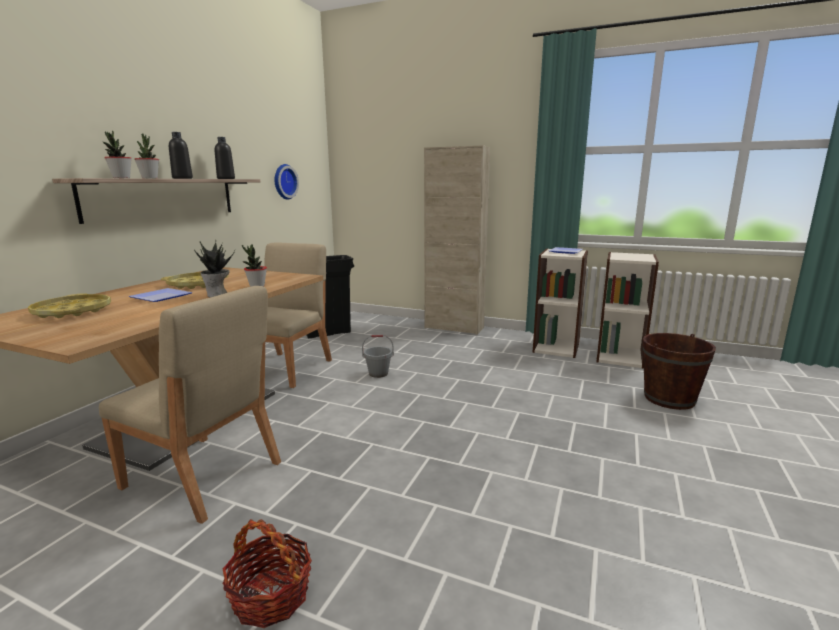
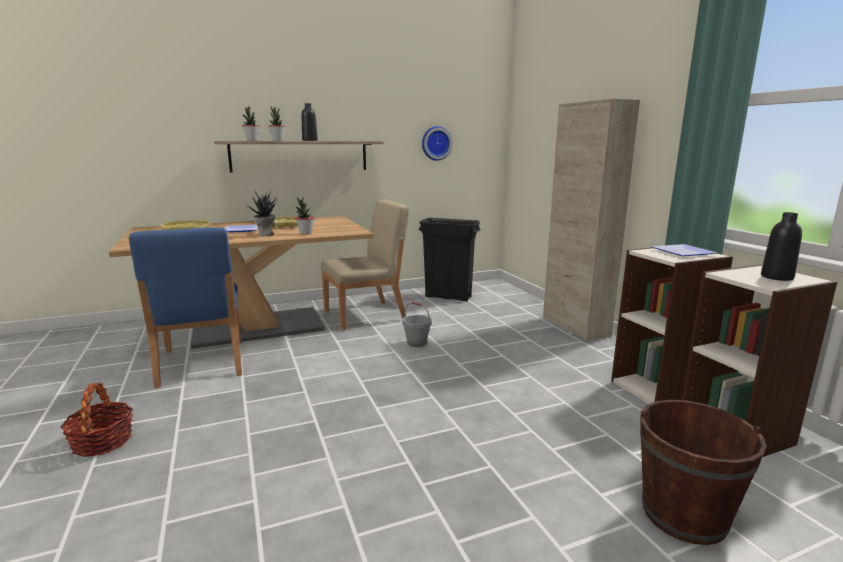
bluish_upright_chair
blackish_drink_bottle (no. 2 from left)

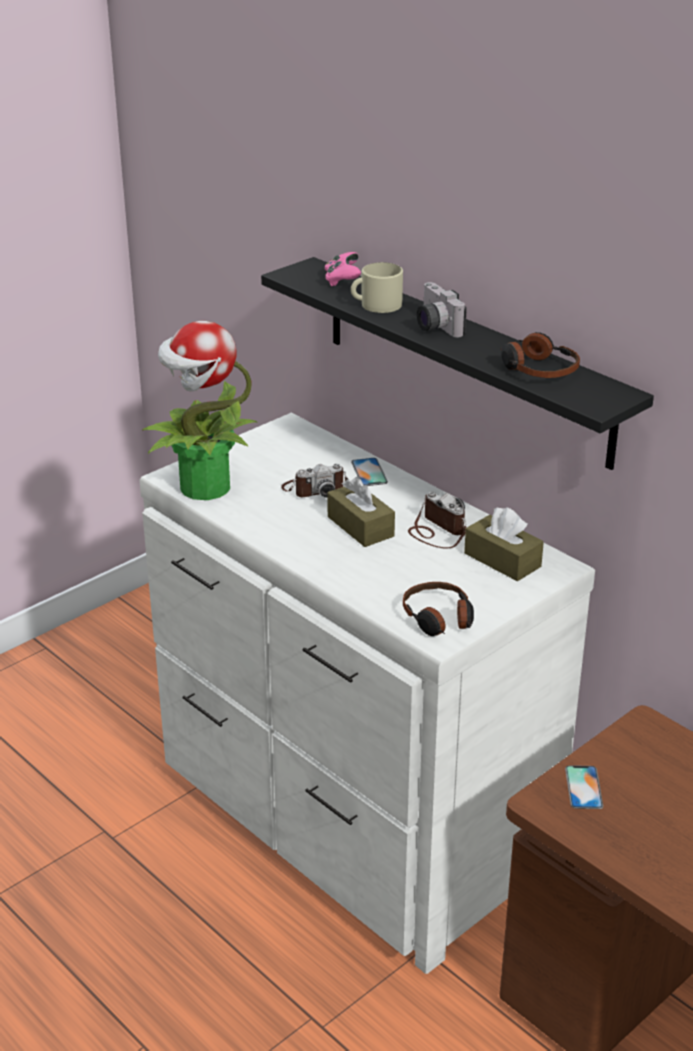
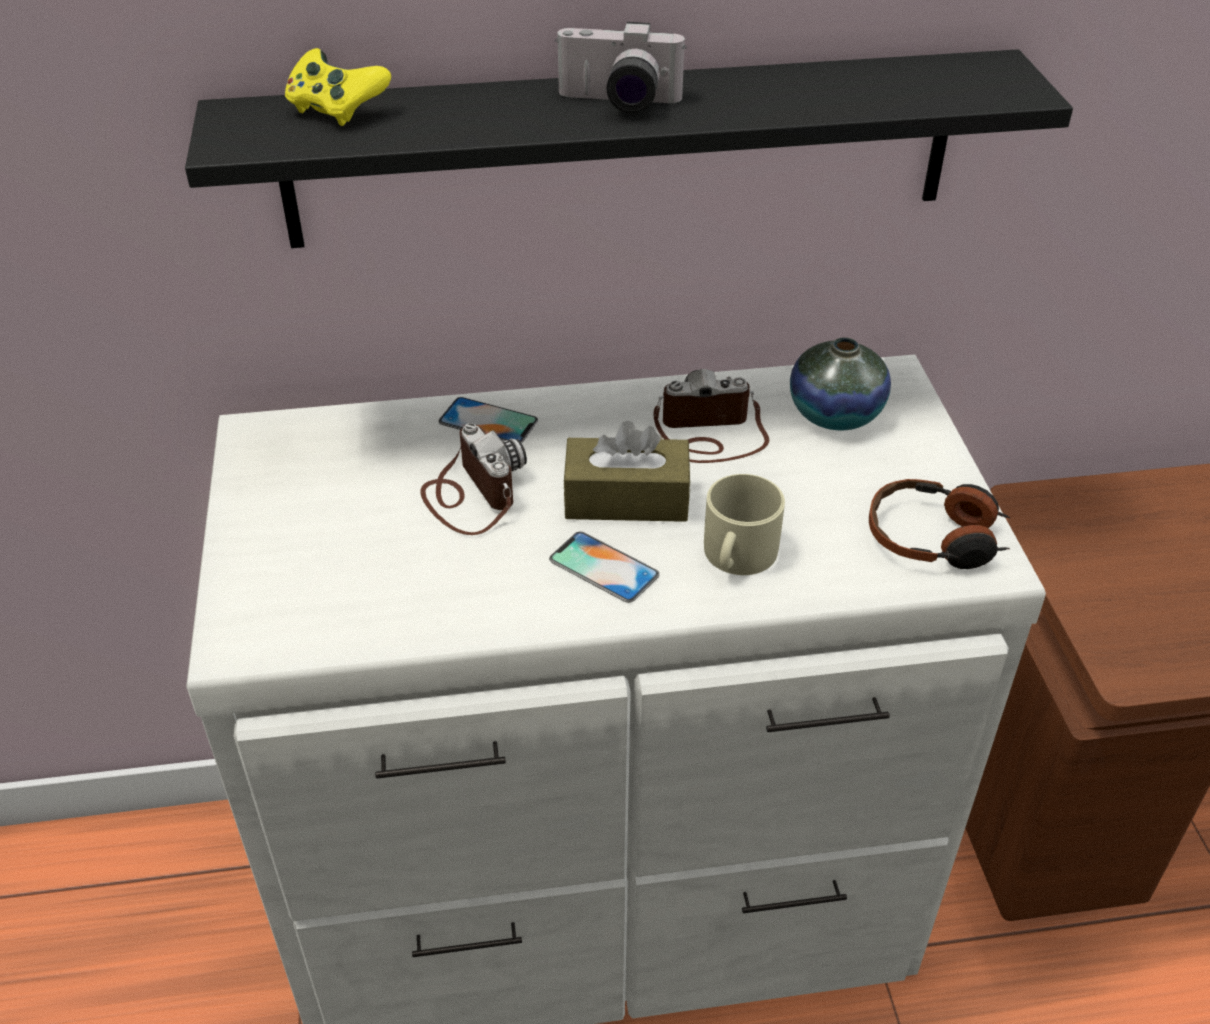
yellowish_gamepad
still_camera (no. 1 from left)
handset (no. 2 from left)
beige_coffee_mug
decorative_vase
plant_in_a_pot
headset (no. 2 from left in the first image)

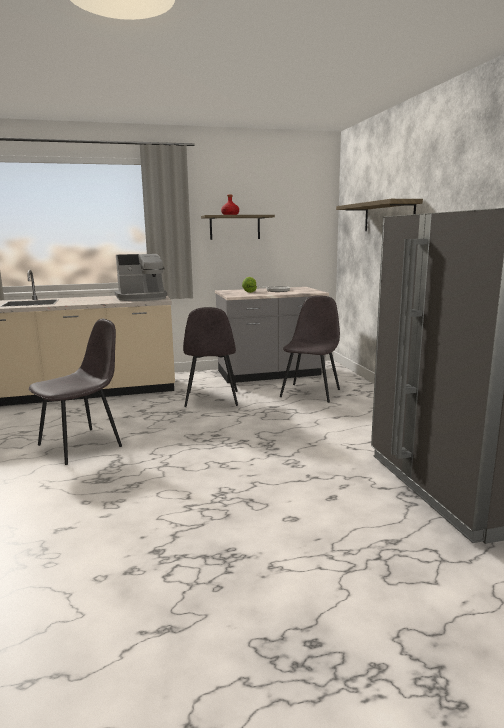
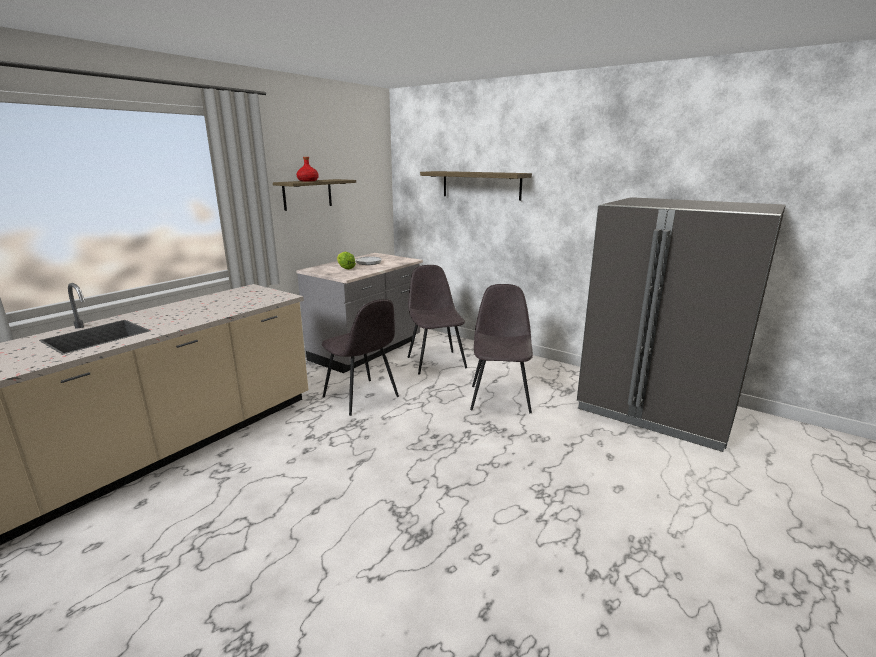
grey_upright_chair (no. 3 from left)
coffee_maker

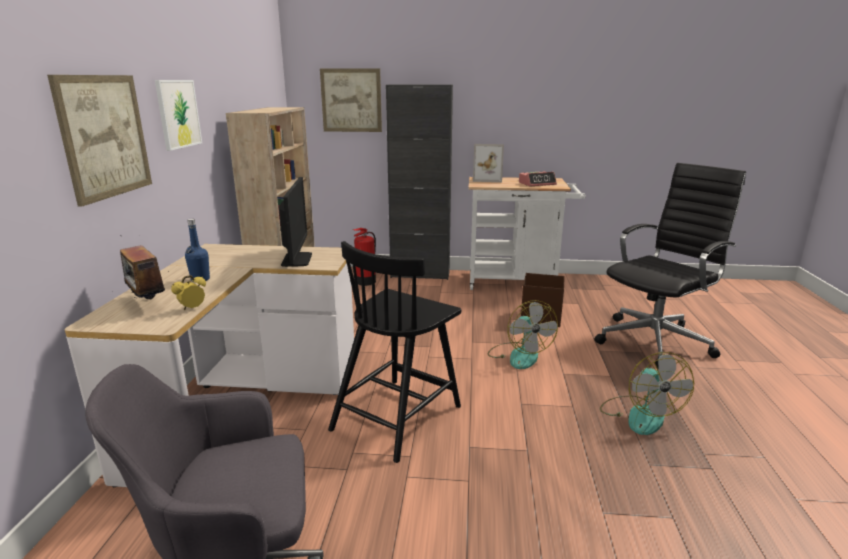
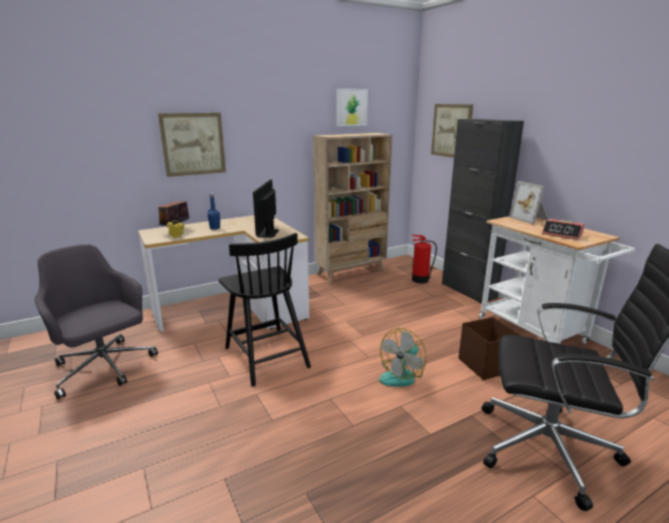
blackish_upright_chair
monitor
wall_art (no. 2 from left)
electric_fan (no. 2 from left in the first image)

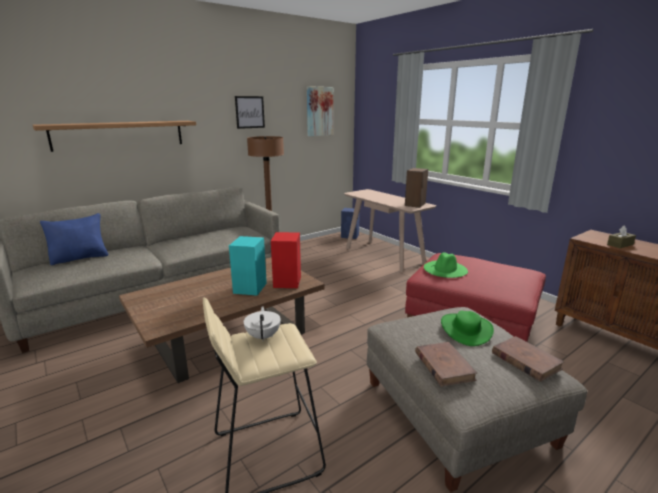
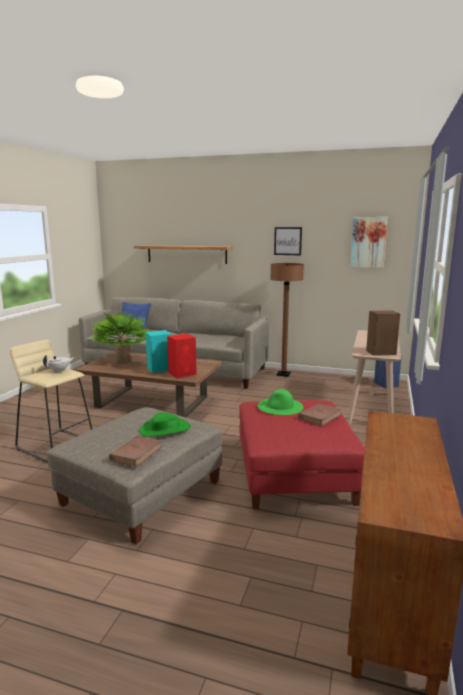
plant_in_a_pot
brown-coloured_volume (no. 2 from left)
brown-coloured_tissue_box

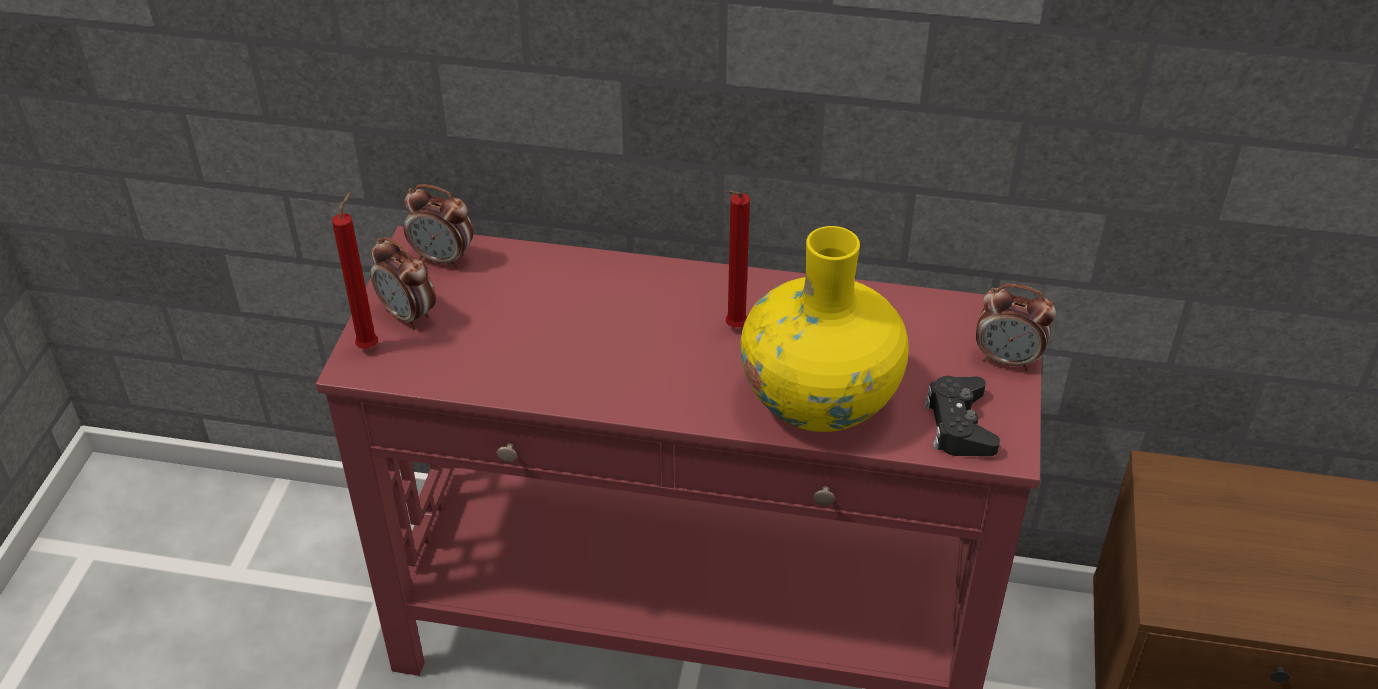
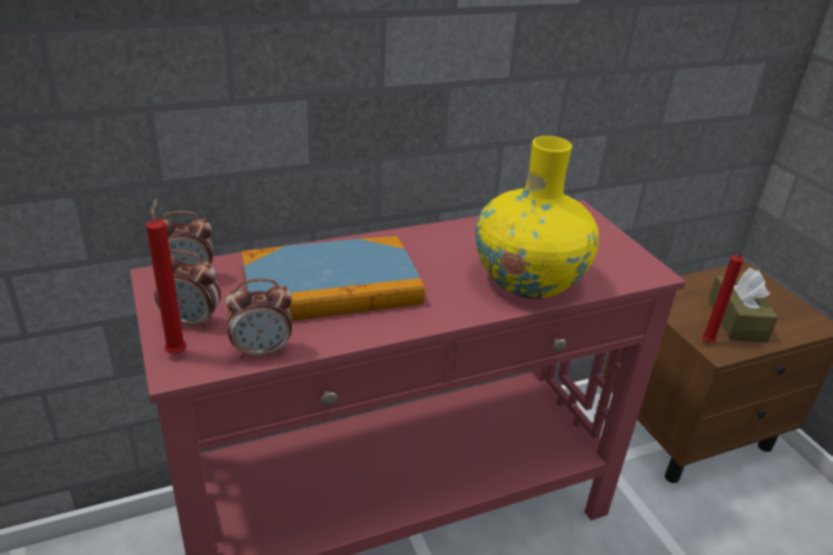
bedside_clock (no. 3 from left)
volume
red_wax_candle (no. 2 from left)
brown-coloured_tissue_box
blackish_gamepad

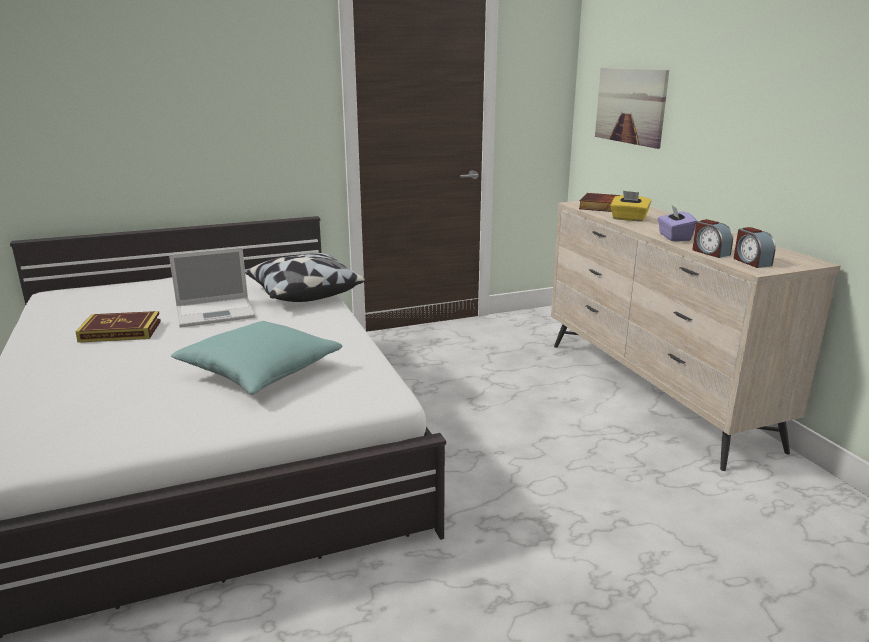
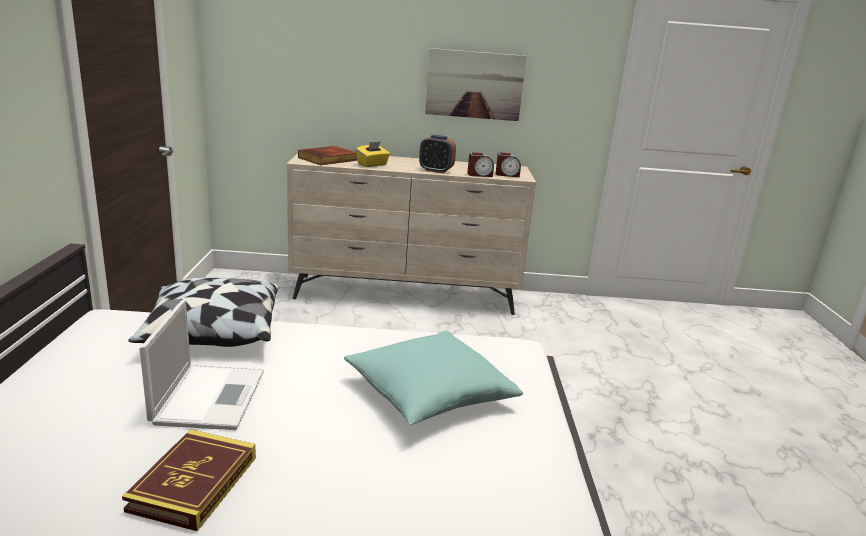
bedside_clock (no. 1 from left)
wall_art

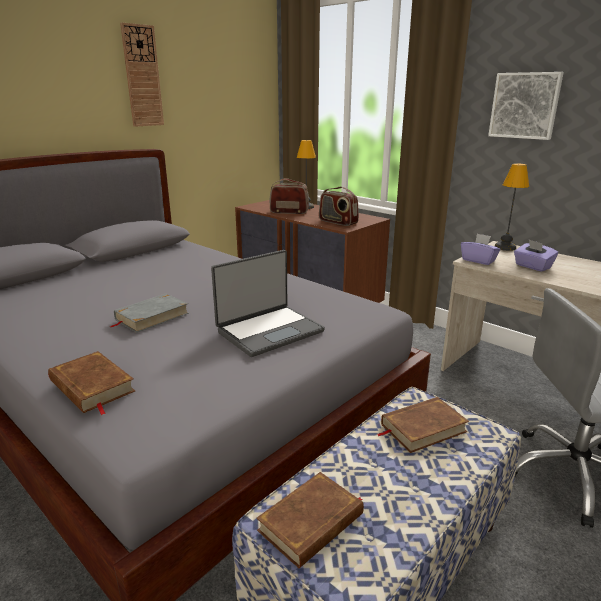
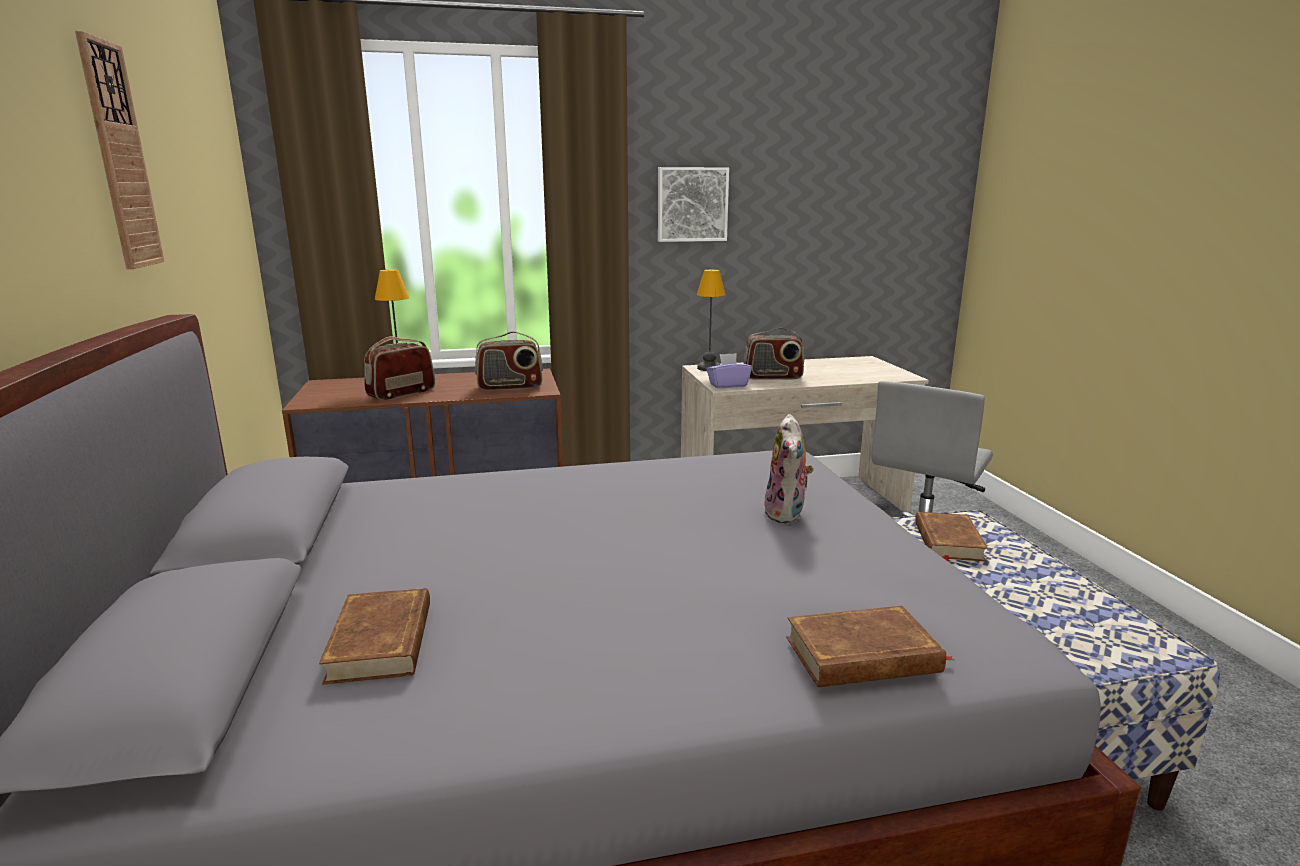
brown-coloured_volume (no. 1 from left)
radio_receiver (no. 3 from left)
plush_toy
grey_volume

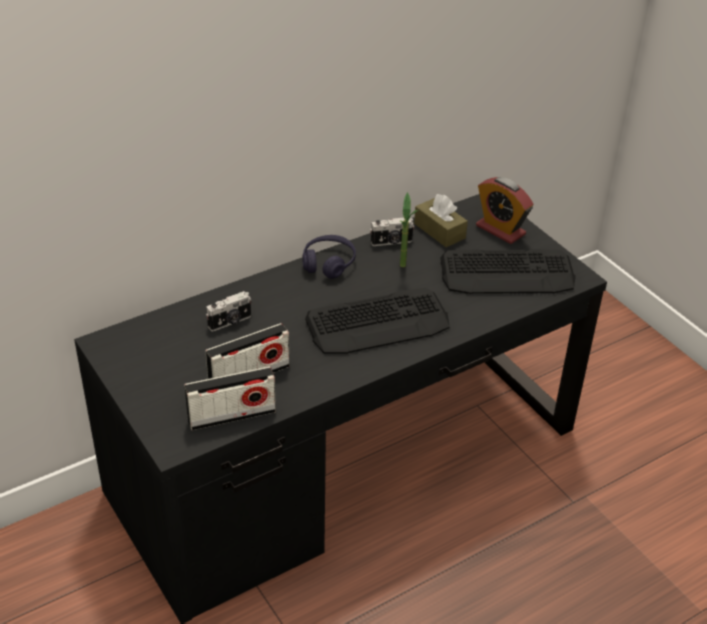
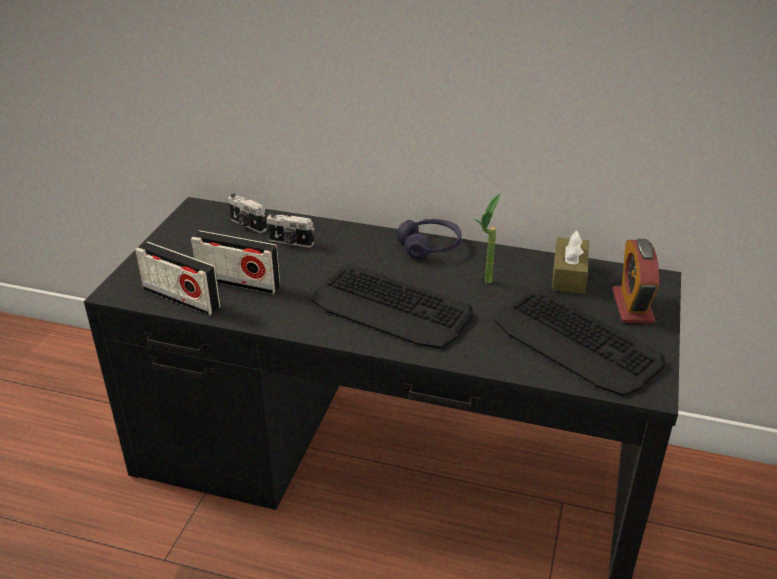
still_camera (no. 1 from left)

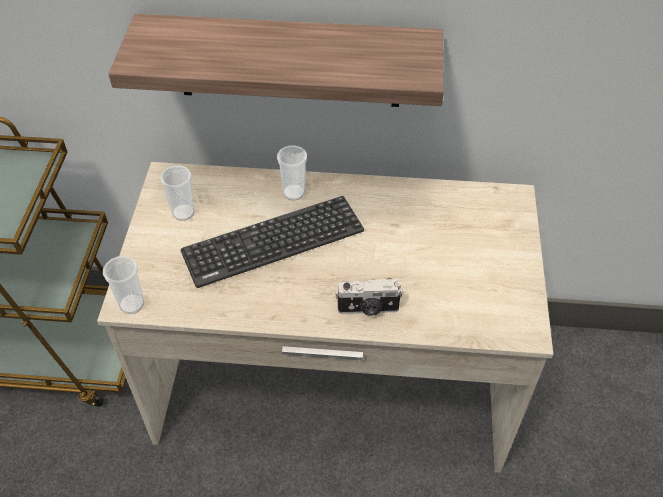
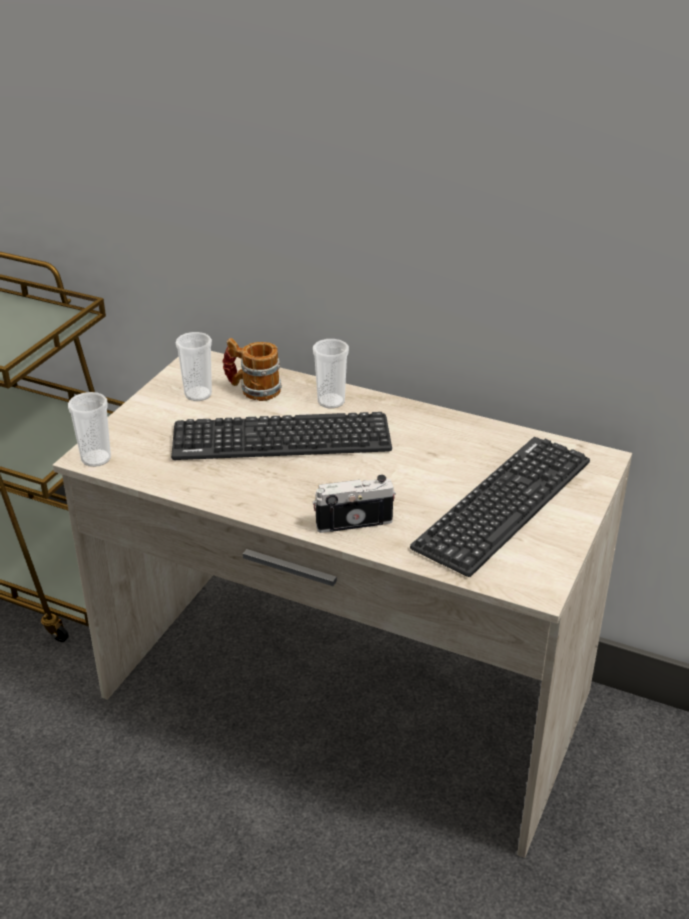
coffee_mug
still_camera
computer_keyboard (no. 2 from left)
wall_shelf

